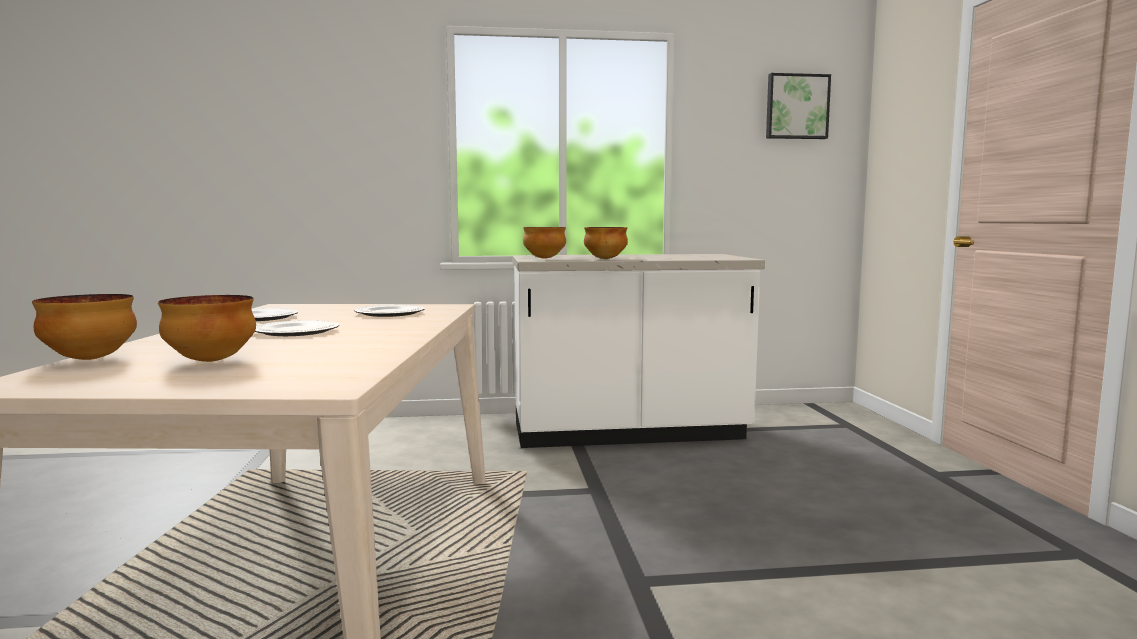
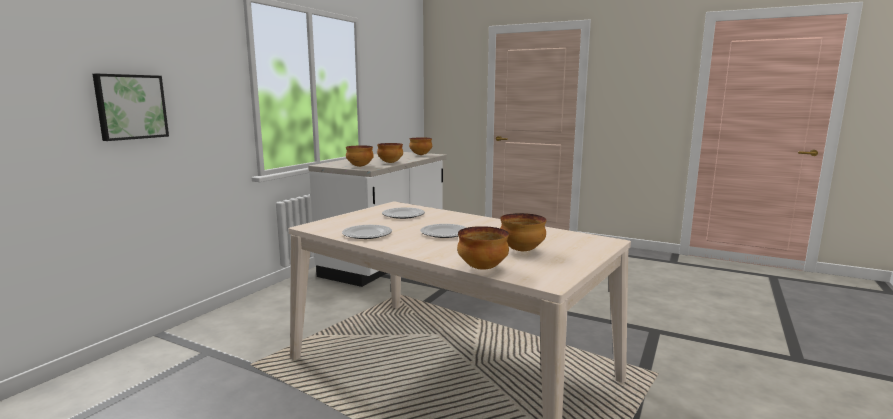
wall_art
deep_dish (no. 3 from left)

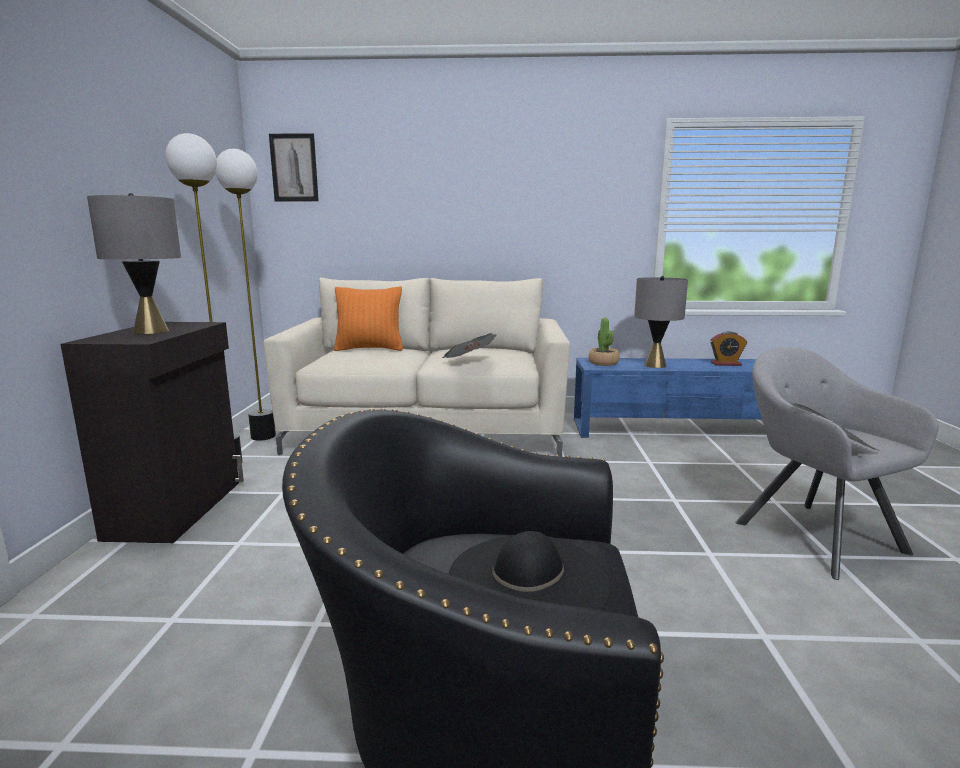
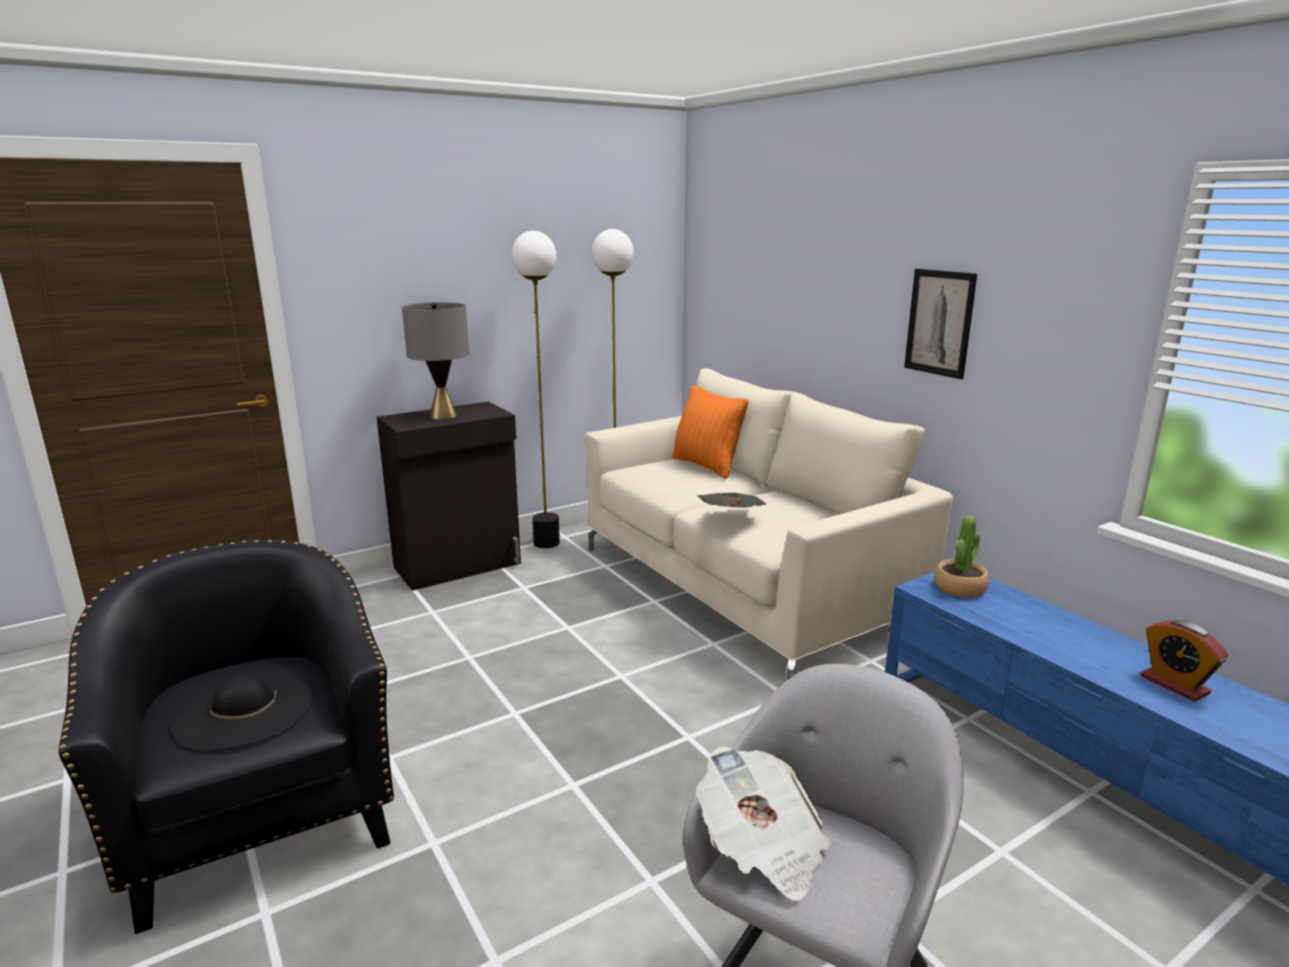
wall_art
grey_lamp_for_a_table (no. 2 from left in the first image)

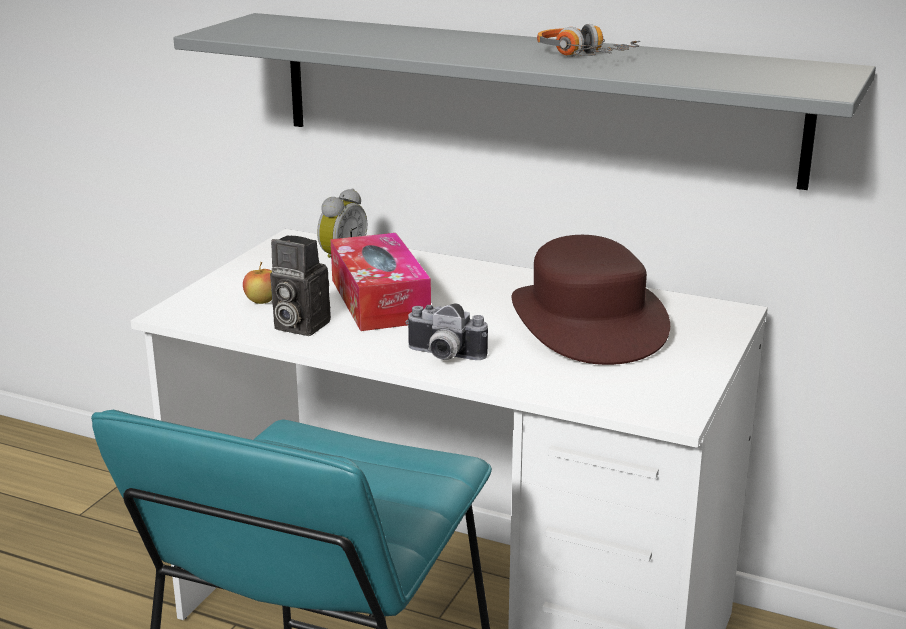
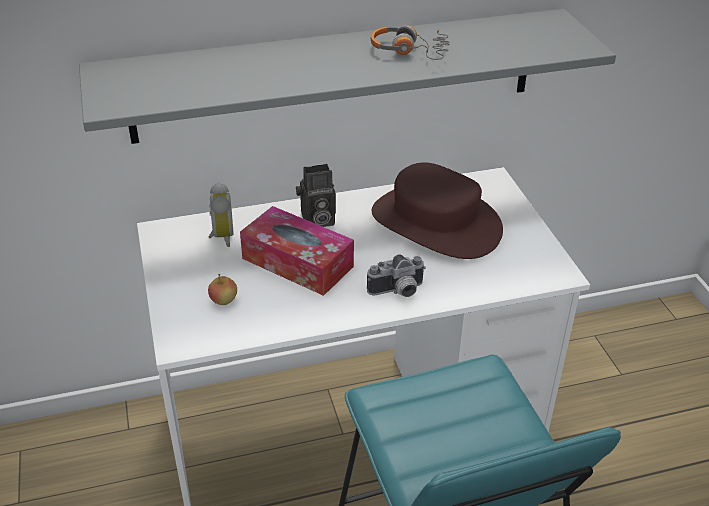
still_camera (no. 1 from left)

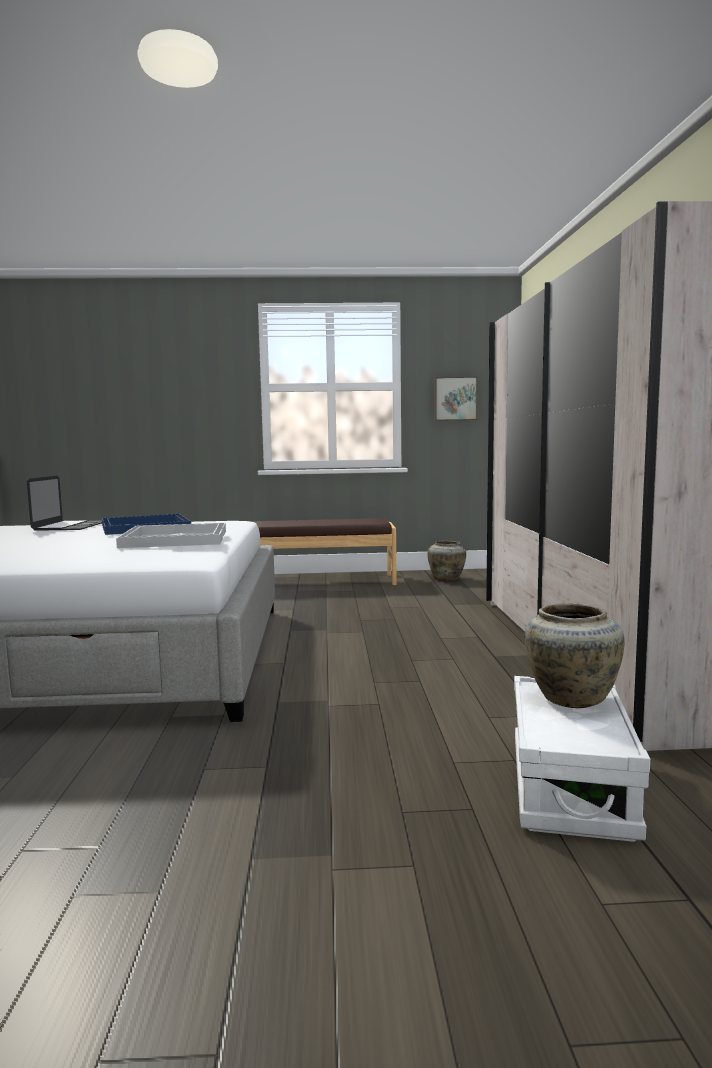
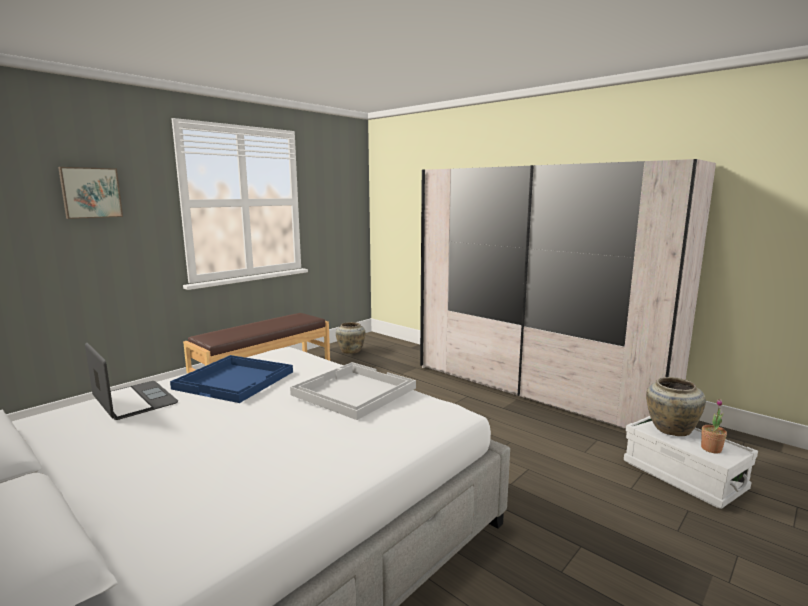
wall_art
plant_in_a_pot

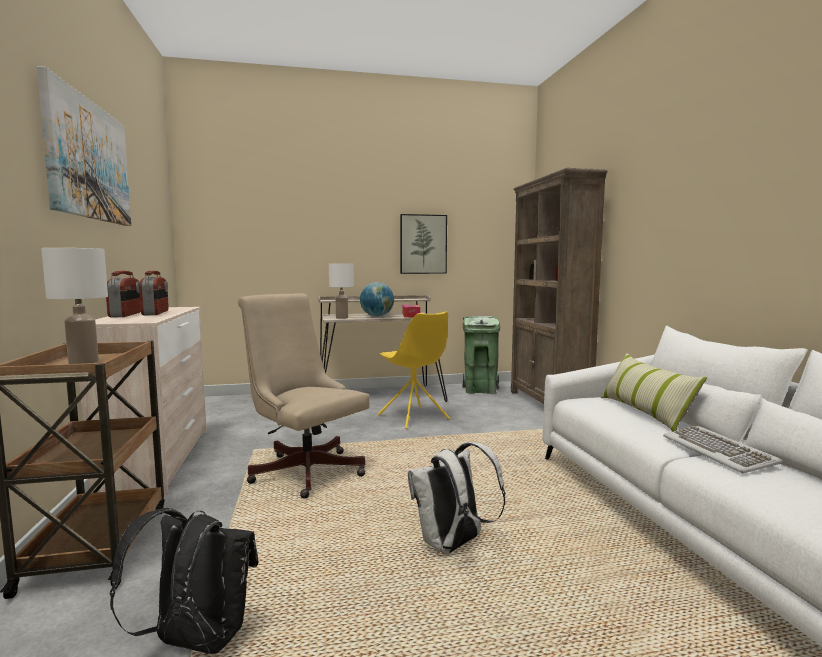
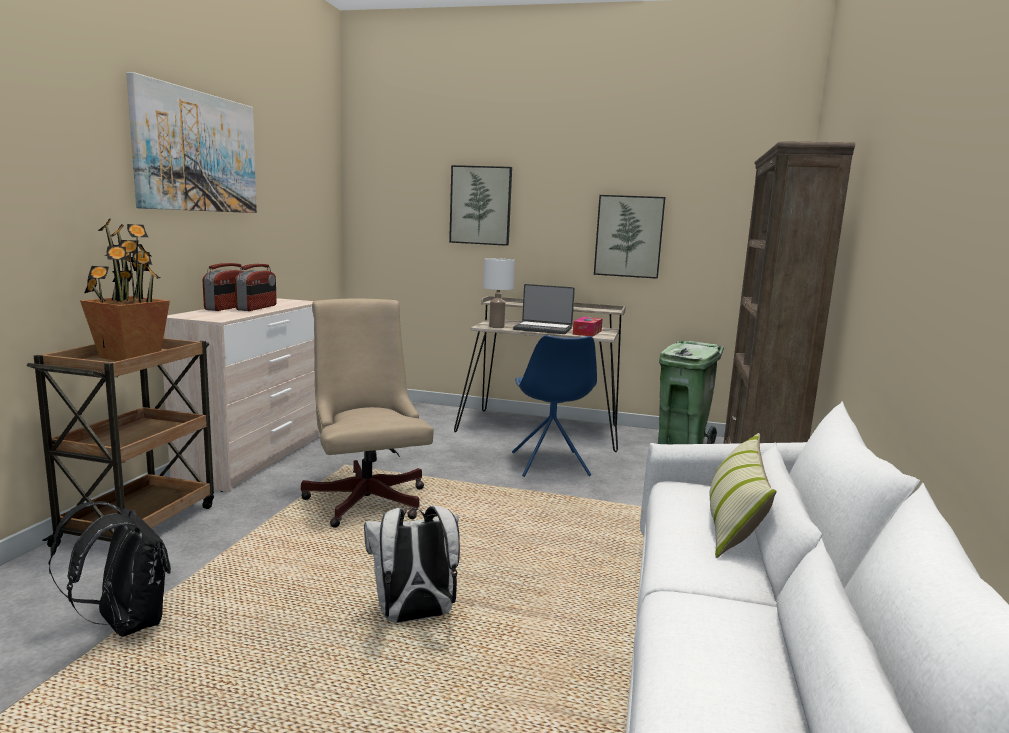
plant_in_a_pot
wall_art (no. 2 from left)
bluish_upright_chair
notebook_computer
computer_keyboard

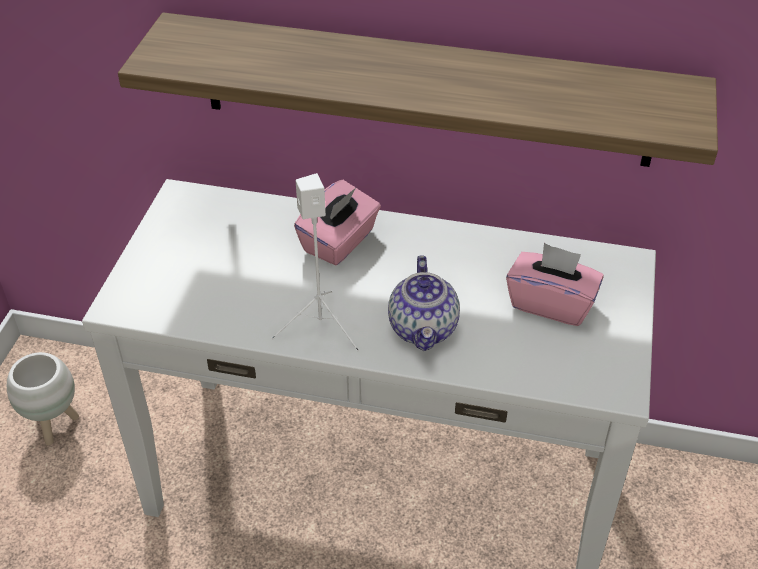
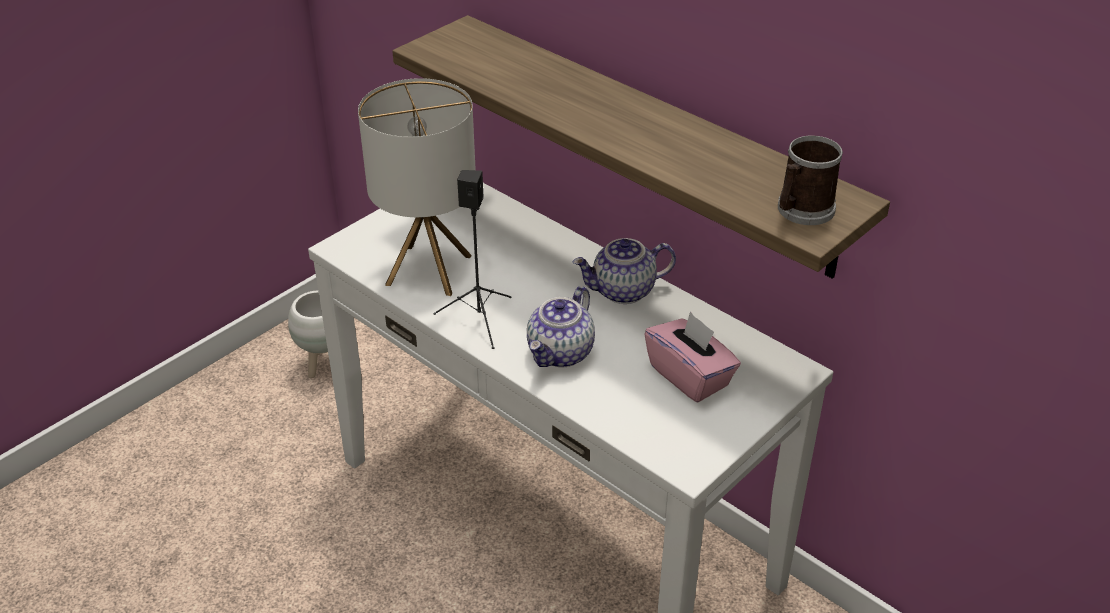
lamp_for_a_table
blackish_speaker
pot_for_tea (no. 2 from left)
coffee_mug
pink_tissue_box (no. 1 from left in the first image)

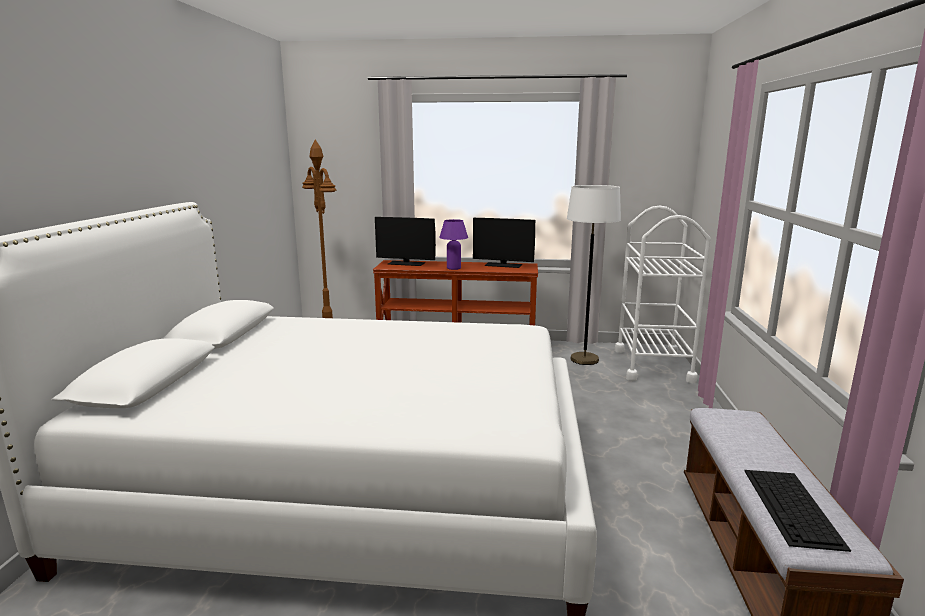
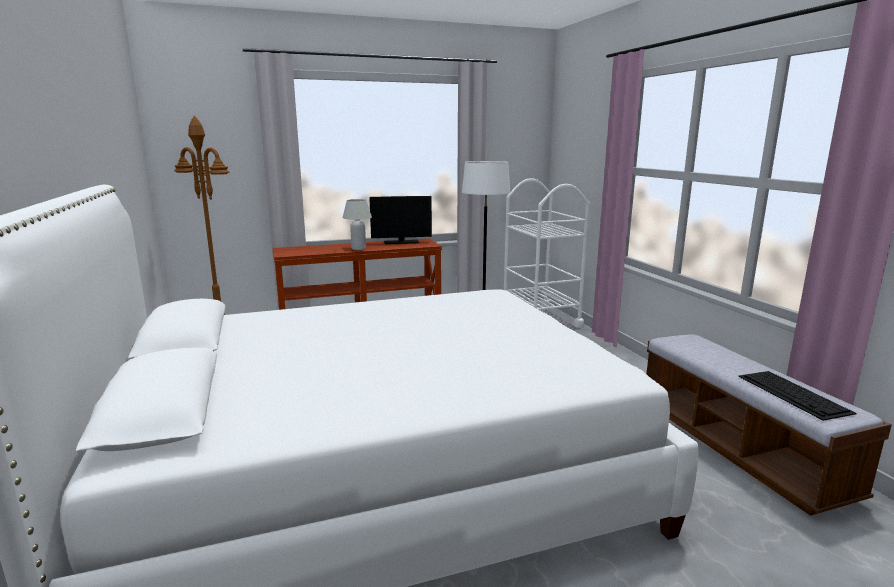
white_lamp_for_a_table
monitor (no. 1 from left in the first image)

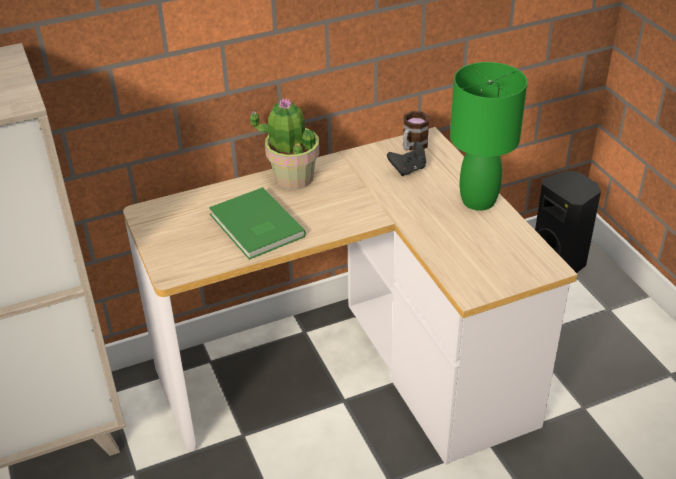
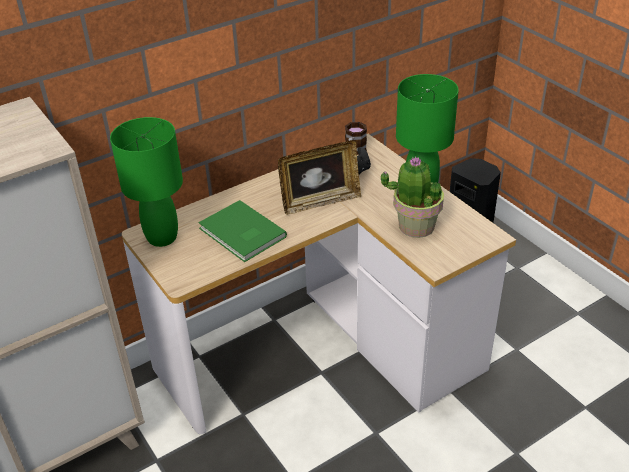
green-coloured_lamp_for_a_table (no. 1 from left)
picture_frame
plant_in_a_pot

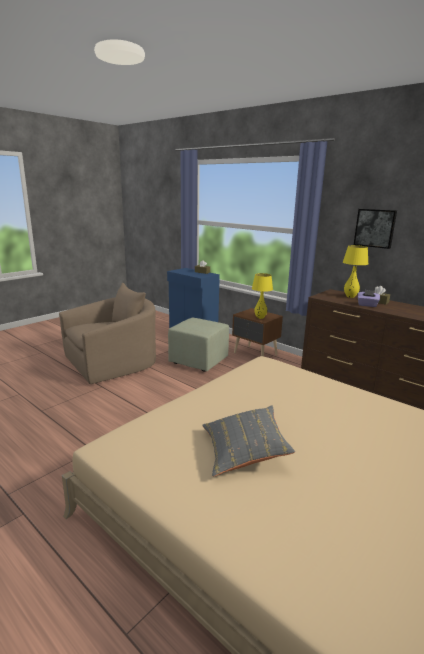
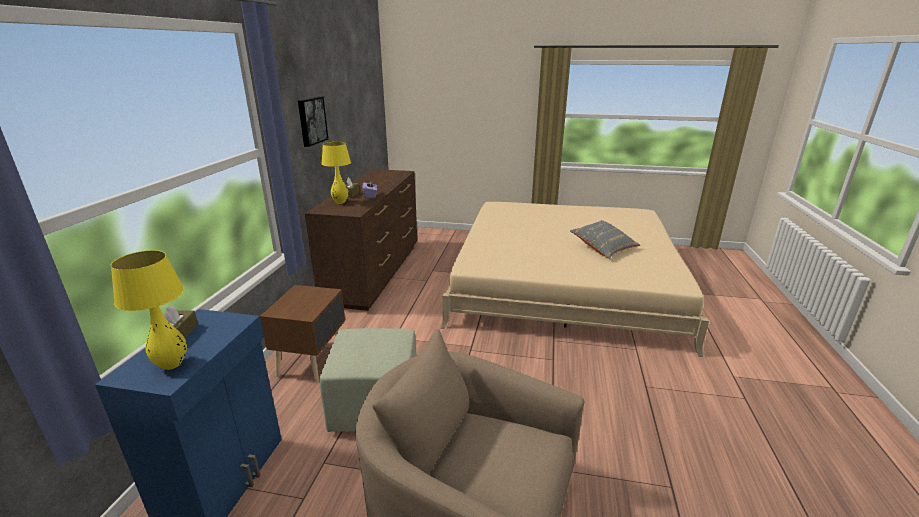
yellowish_lamp_for_a_table (no. 1 from left)

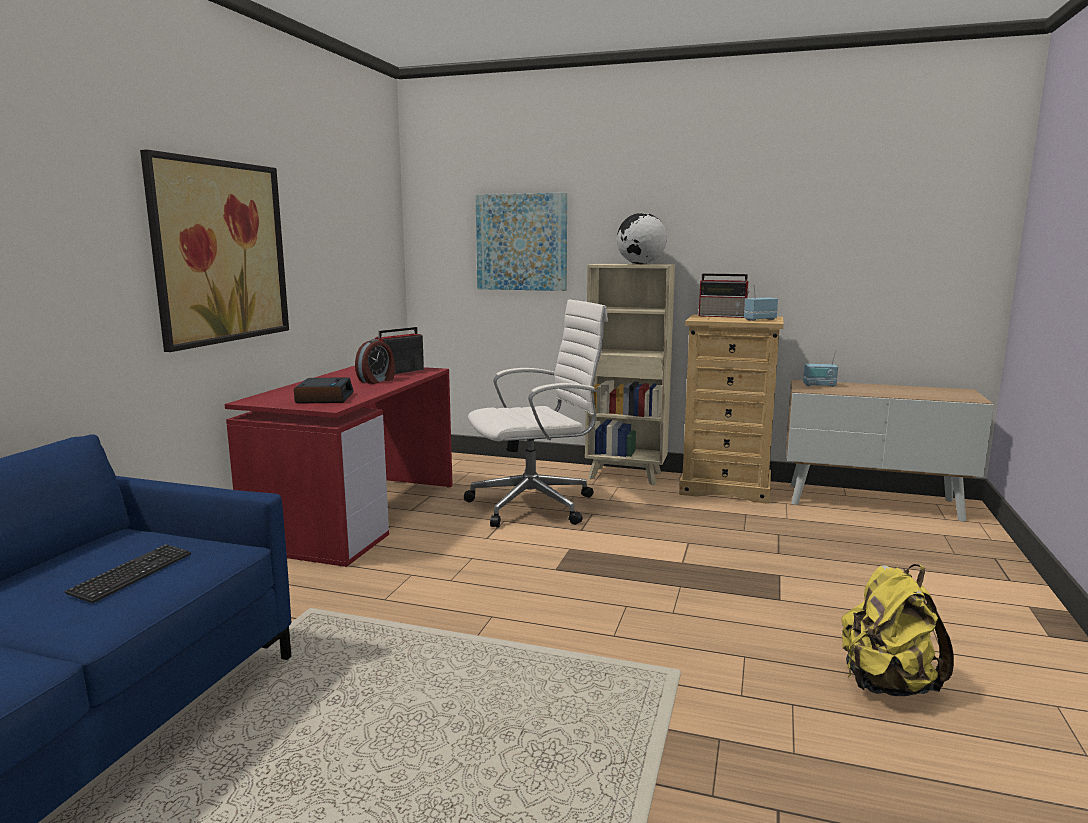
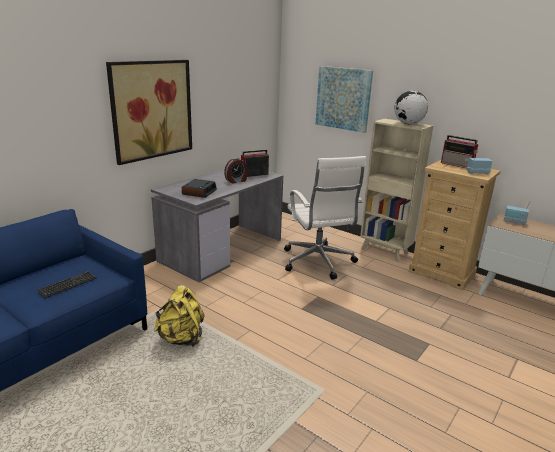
grey_desk_unit
yellowish_knapsack
white_computer_chair

